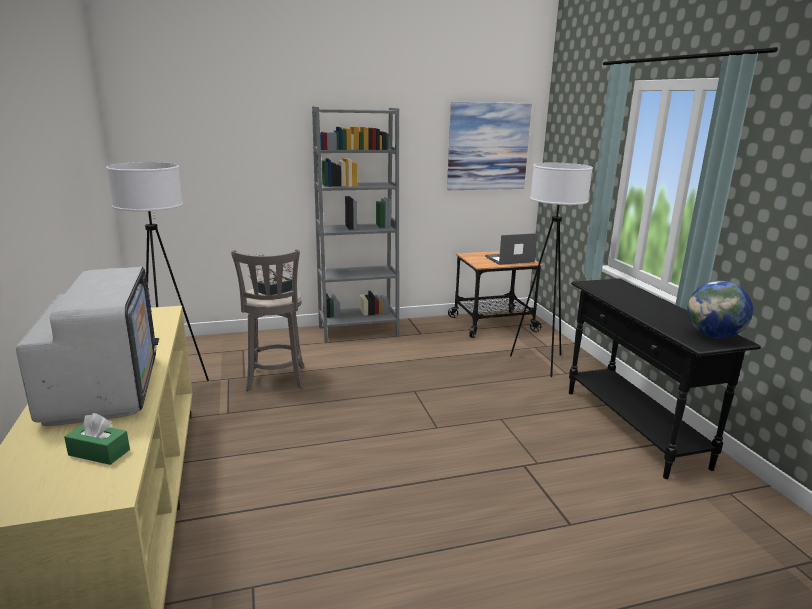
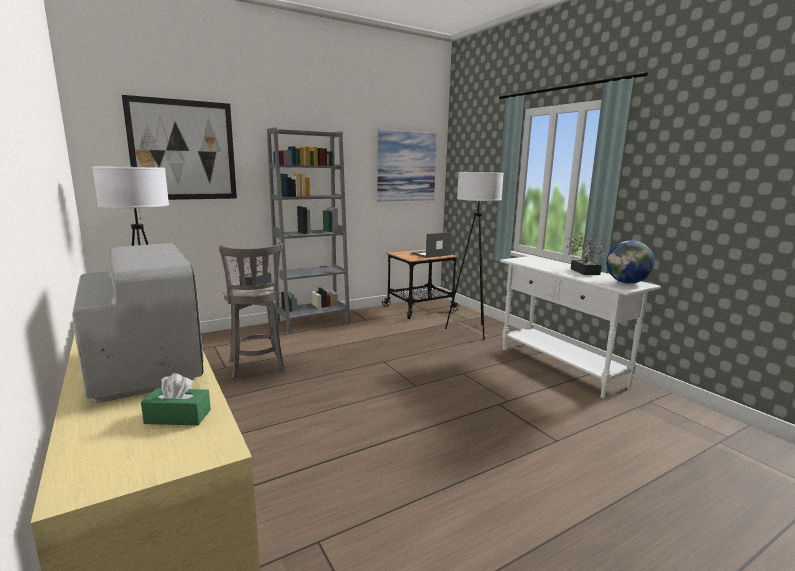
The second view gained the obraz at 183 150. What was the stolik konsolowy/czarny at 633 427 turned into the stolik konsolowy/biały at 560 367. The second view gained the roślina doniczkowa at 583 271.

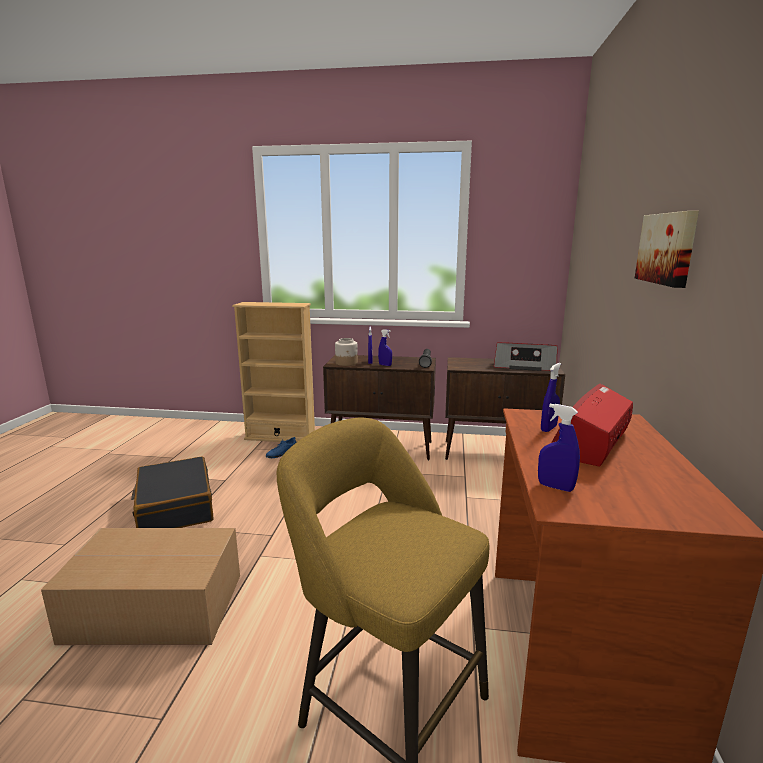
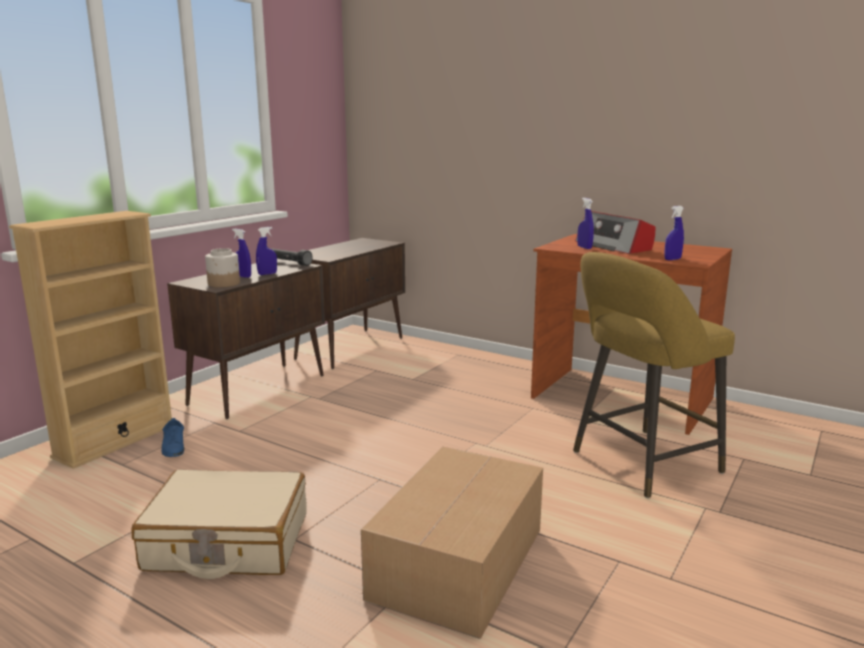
What was the walizka/czarny at 175 507 turned into the walizka/beżowy at 227 542. The second view lost the radio at 524 366. The second view lost the obraz at 668 248.

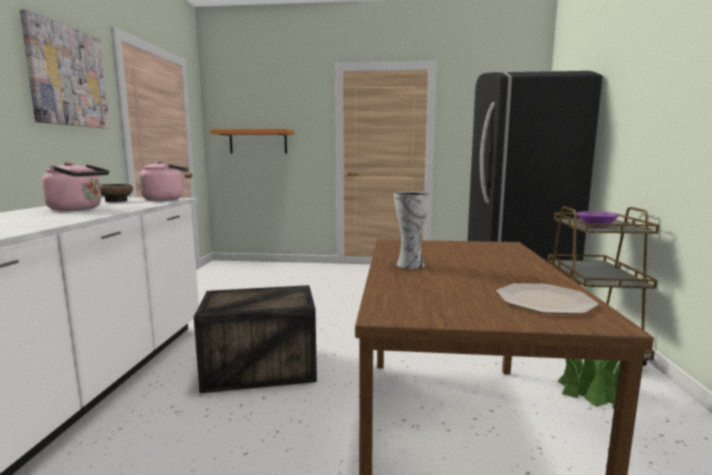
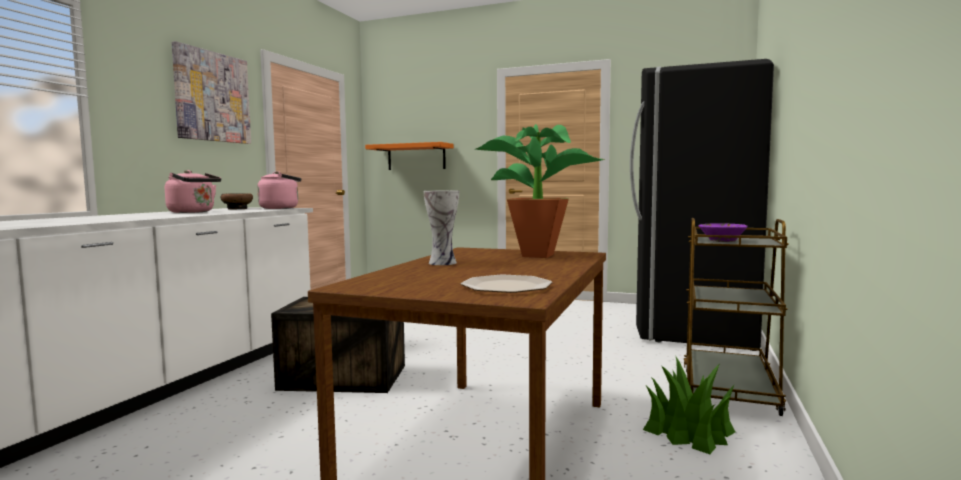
The second view gained the roślina doniczkowa at 532 255.

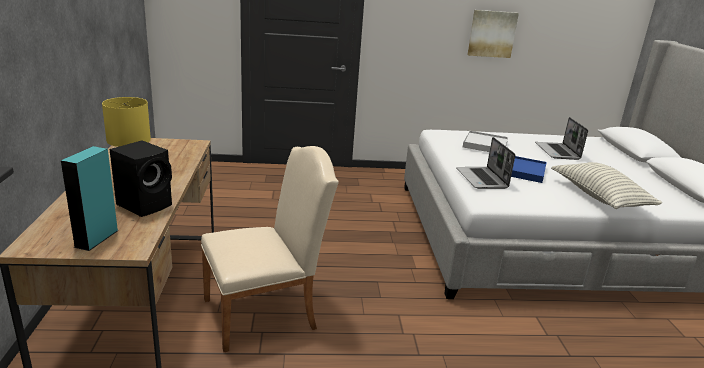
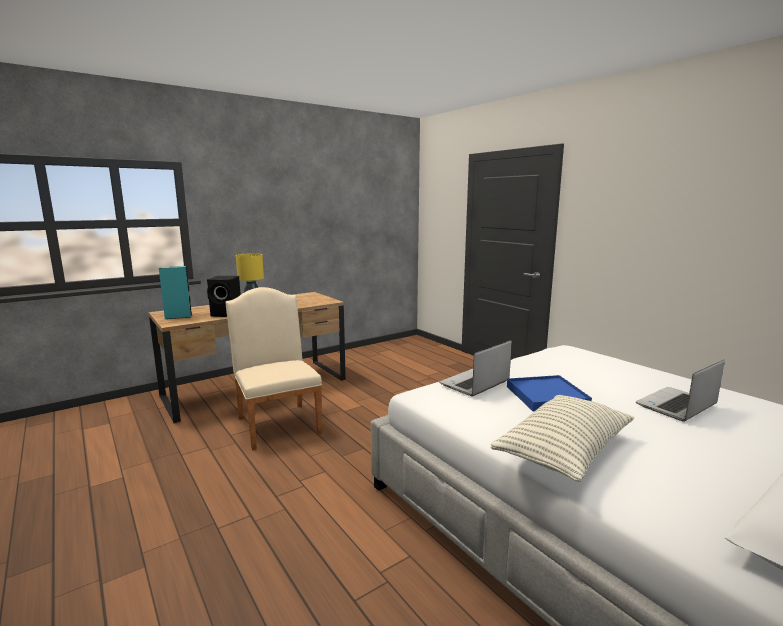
The krzesło/beżowy at 267 312 ended up facing another way, 150 degrees counterclockwise from before. The second view lost the taca/biały at 485 145. The second view lost the obraz at 492 34.

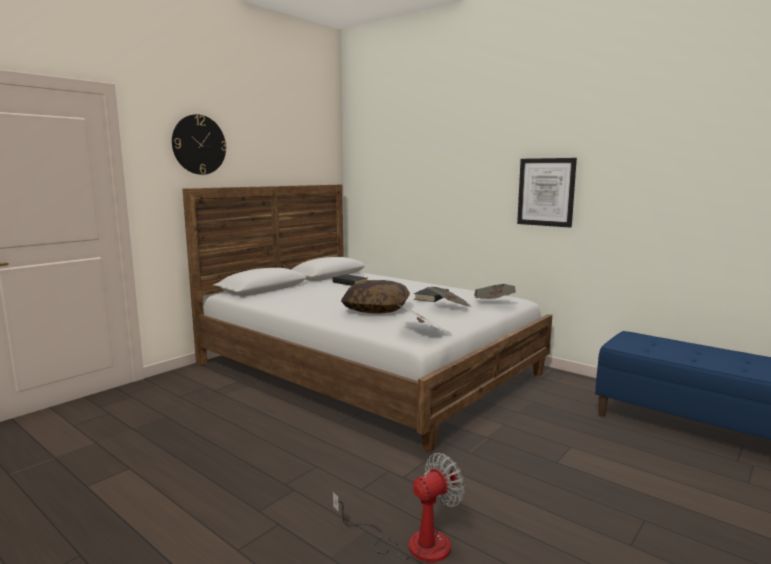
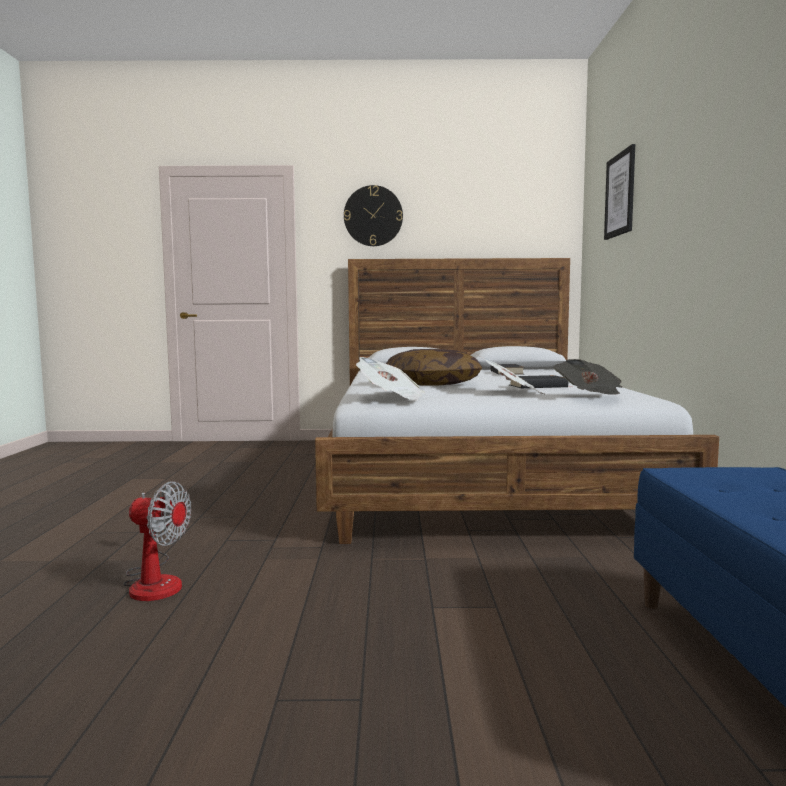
The obraz ended up elsewhere, having gone from 546 192 to 620 194.

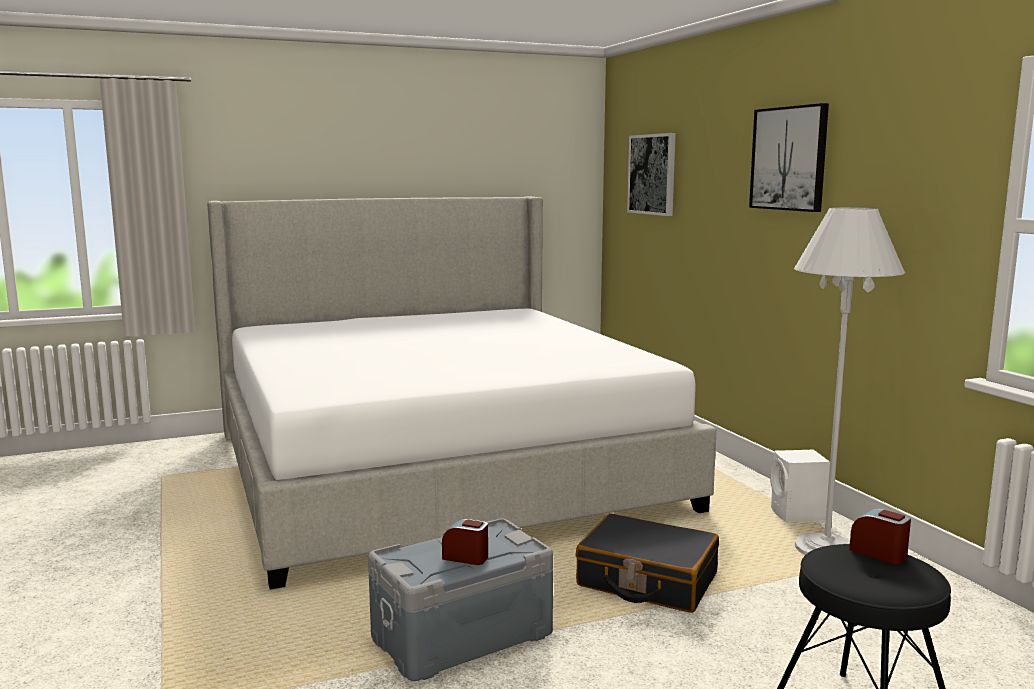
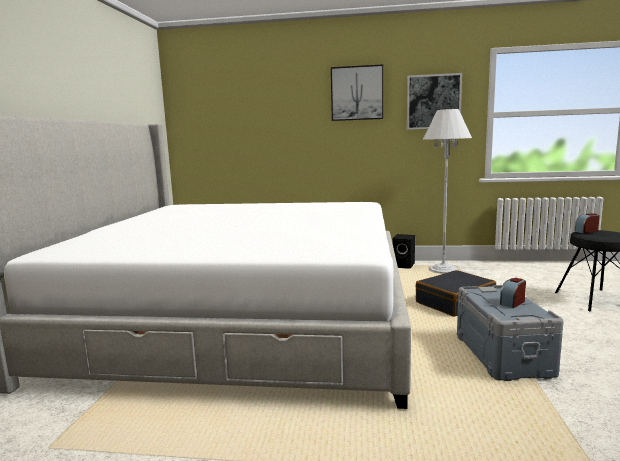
What was the głośnik/biały at 797 515 turned into the głośnik/czarny at 404 265. The obraz ended up elsewhere, having gone from 652 174 to 433 102.

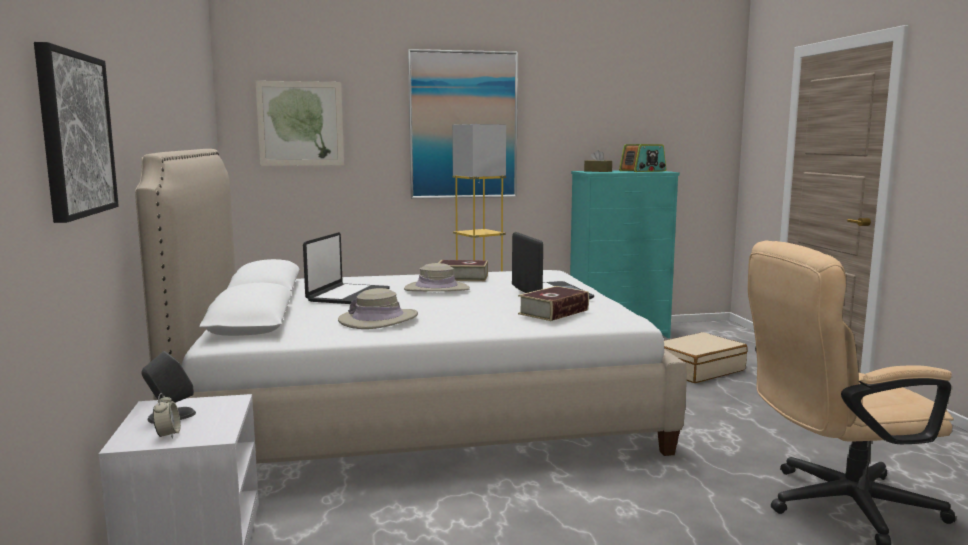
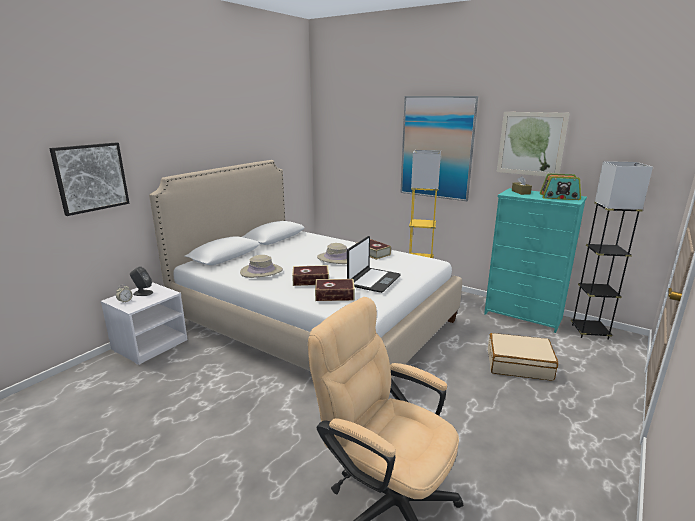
The second view gained the książka at 311 280. The obraz ended up elsewhere, having gone from 300 123 to 531 144. The second view gained the lampa stojąca/szary at 589 332. The second view lost the laptop at 348 295.

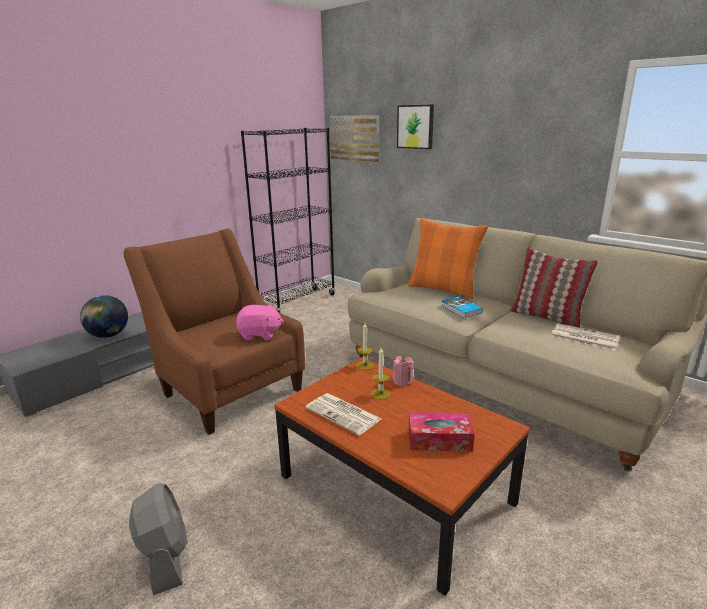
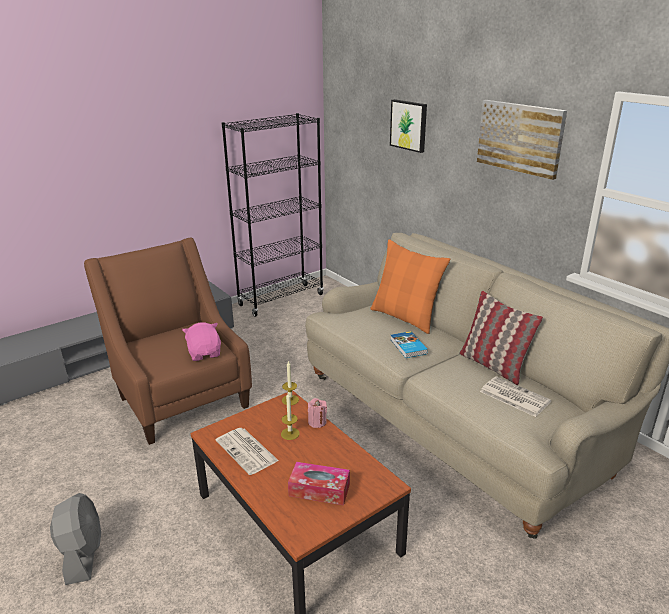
The pluszak/różowy at 259 335 ended up facing another way, 120 degrees counterclockwise from before. The obraz ended up elsewhere, having gone from 355 138 to 520 137. The second view lost the globus at 108 335.

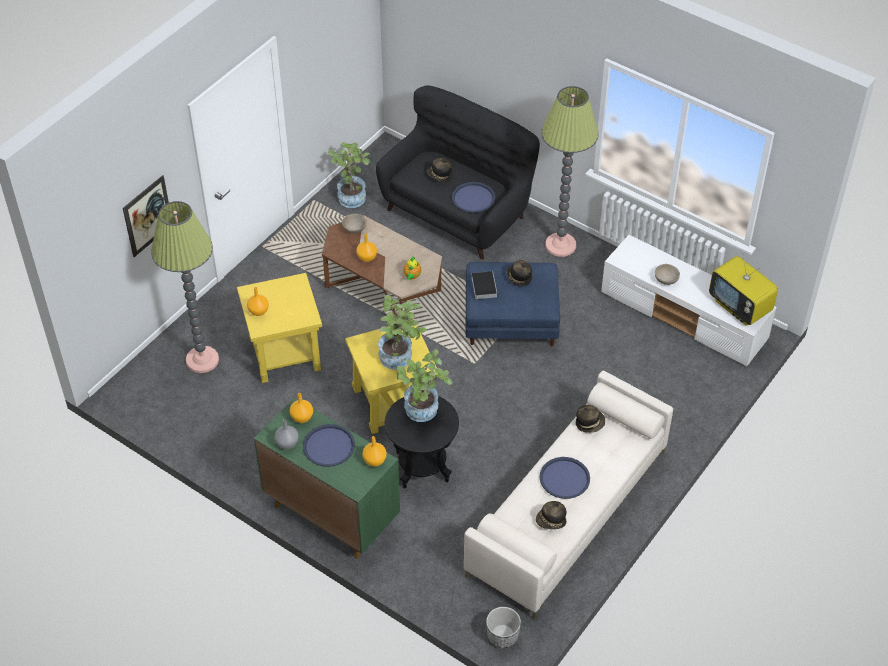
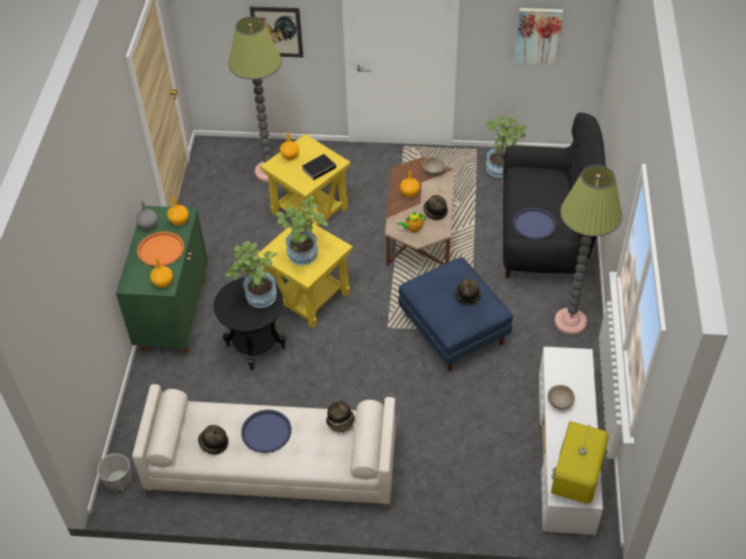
What was the taca/niebieski at 329 446 turned into the taca/pomarańczowy at 161 249. The książka ended up elsewhere, having gone from 483 286 to 319 168. The kapelusz ended up elsewhere, having gone from 439 176 to 435 211. The second view gained the obraz at 538 35.

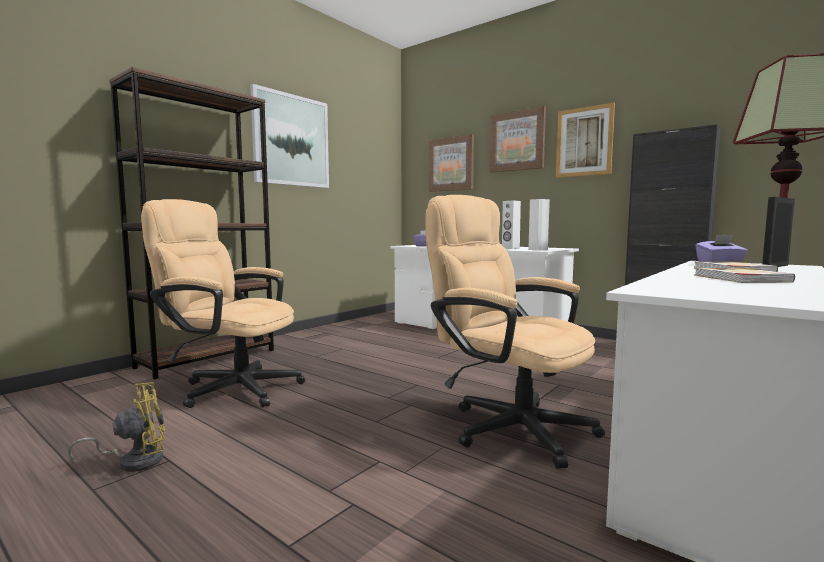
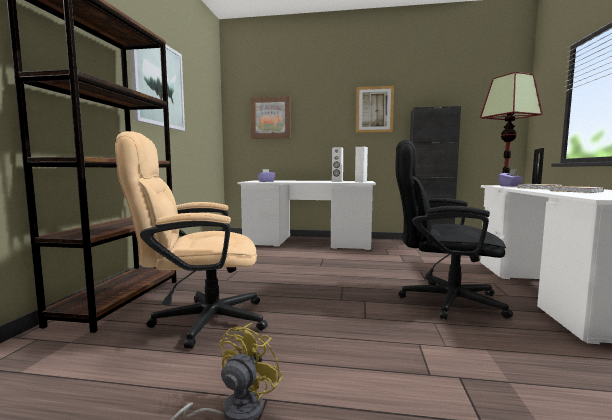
What was the krzesło biurowe/beżowy at 508 425 turned into the krzesło biurowe/czarny at 441 300. The second view lost the obraz at 517 141.

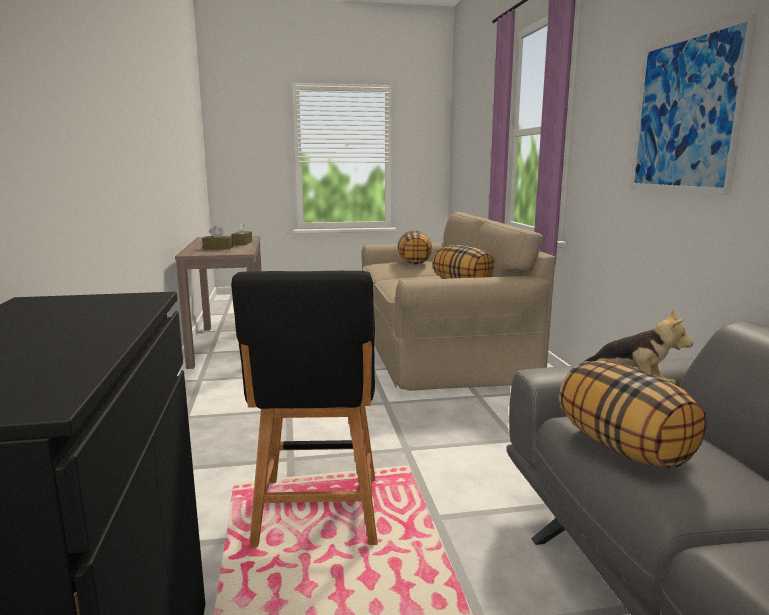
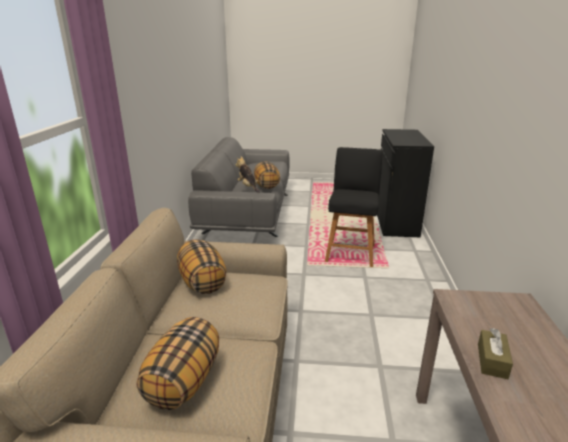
The second view lost the pudełko chusteczek/brązowy at 218 248. The second view lost the obraz at 685 114.

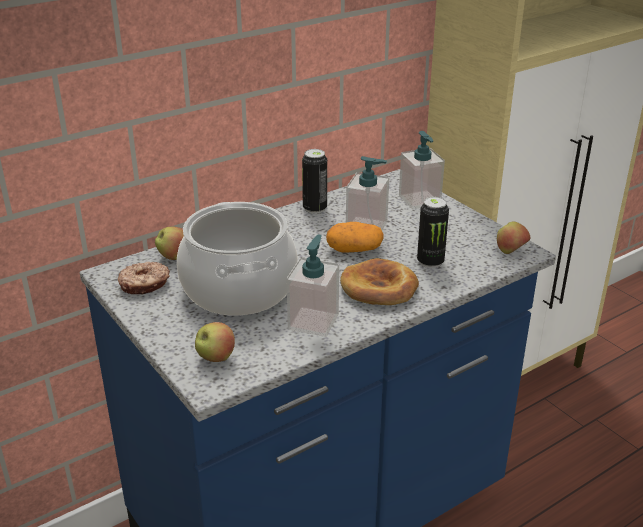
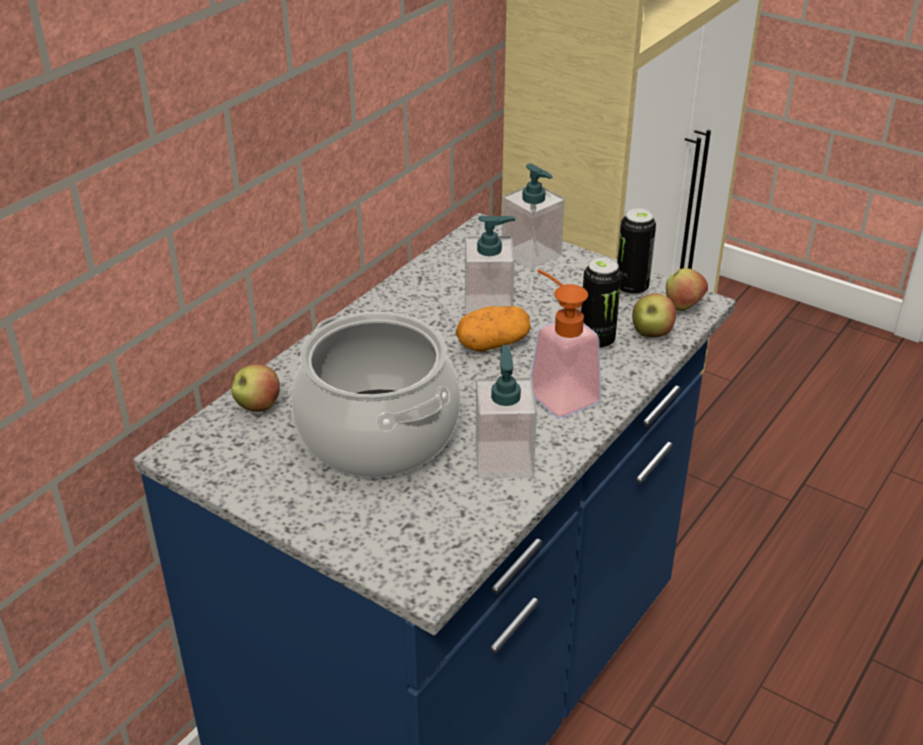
Where the chleb stood at 379 288, the dozownik mydła came to stand at 556 392. The puszka ended up elsewhere, having gone from 314 208 to 631 288. The jabłko ended up elsewhere, having gone from 216 358 to 651 334. The second view lost the donut at 144 285.

